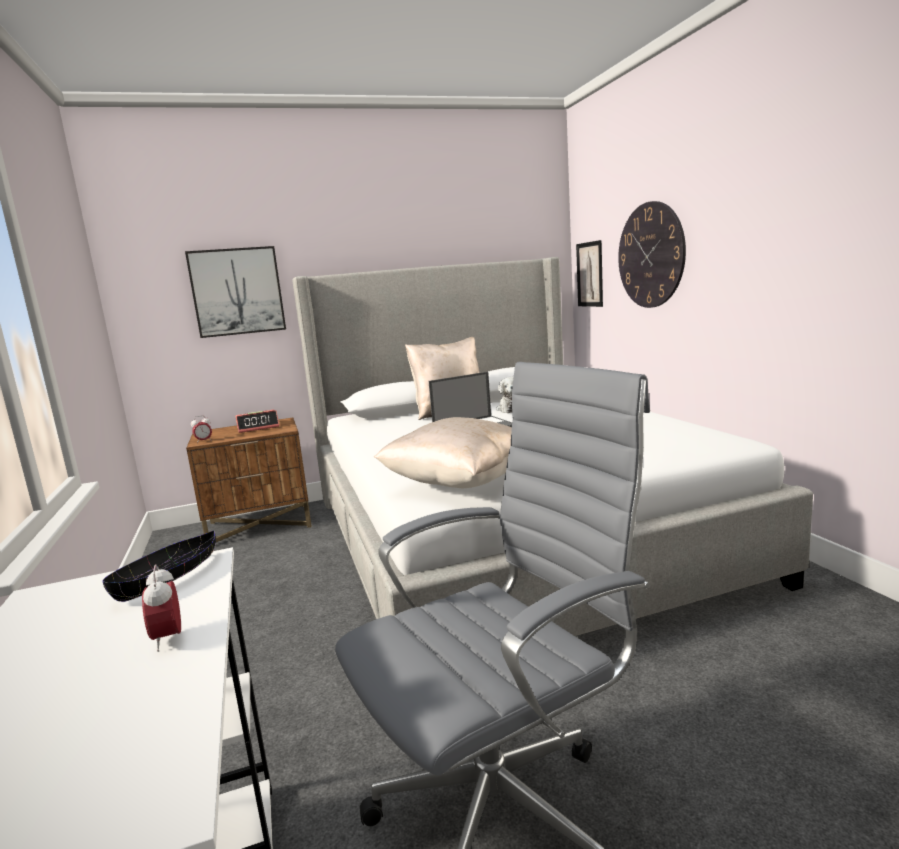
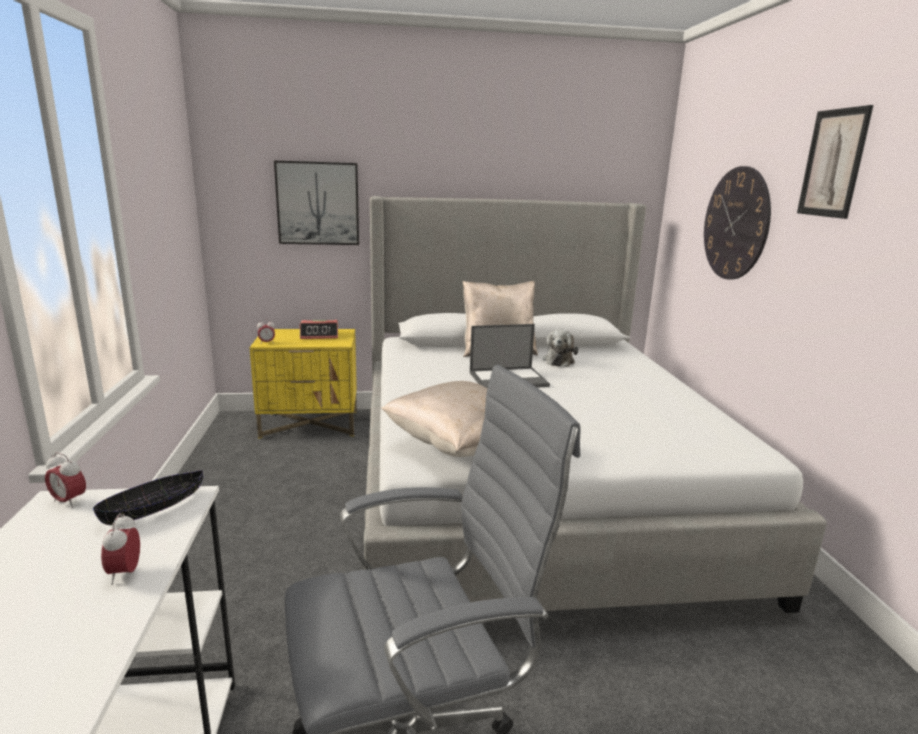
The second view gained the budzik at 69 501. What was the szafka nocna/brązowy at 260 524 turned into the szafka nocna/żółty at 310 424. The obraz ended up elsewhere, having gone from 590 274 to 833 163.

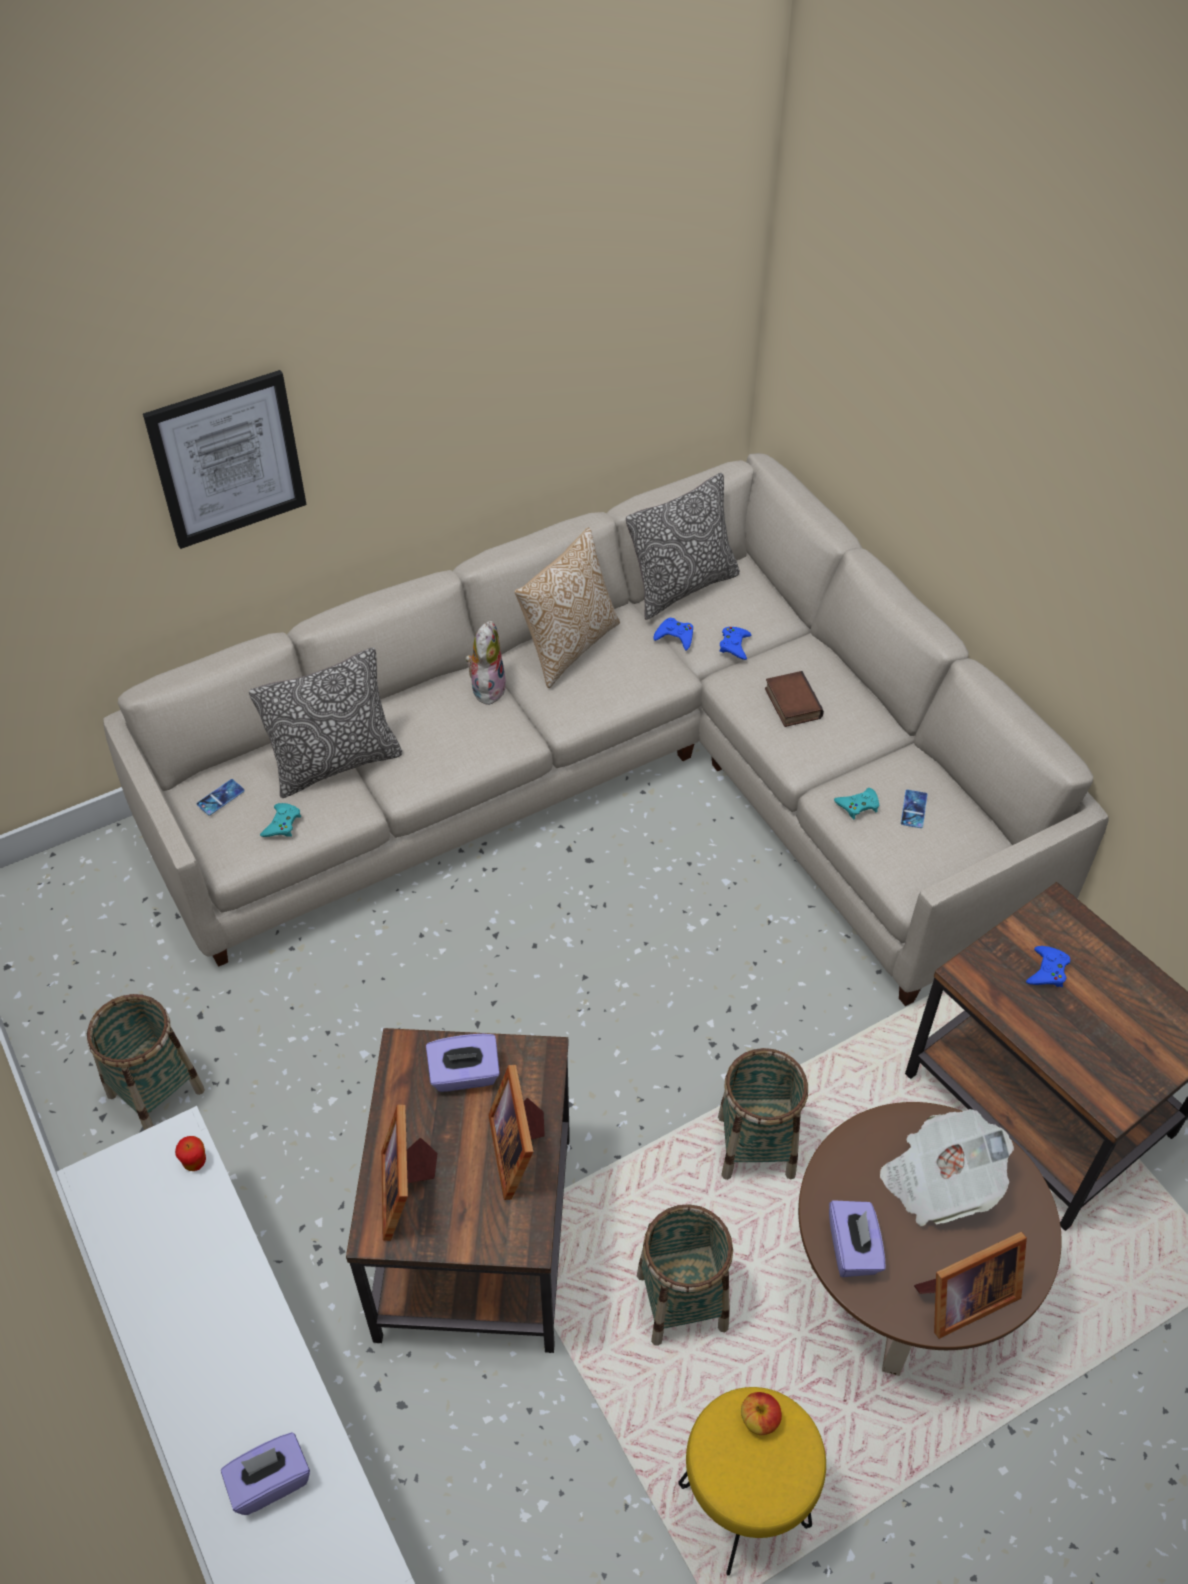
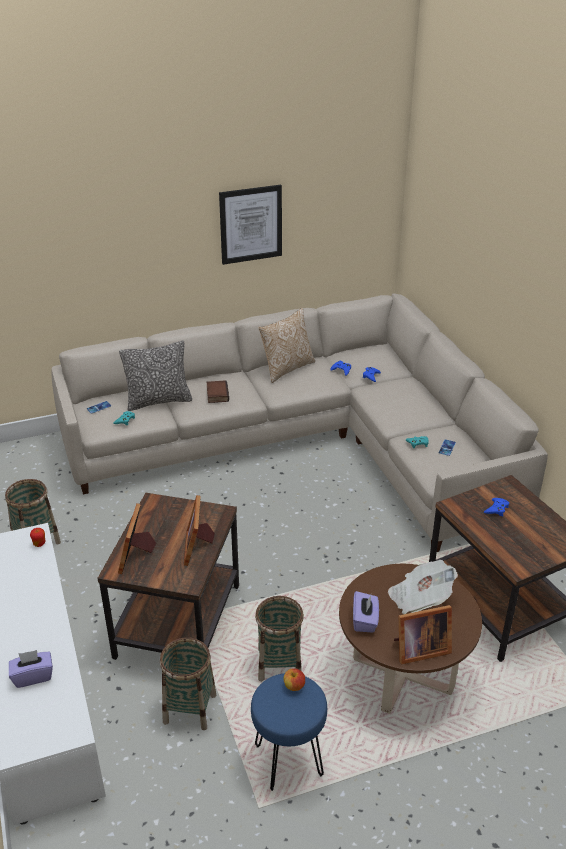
The koszyk ended up elsewhere, having gone from 755 1146 to 189 708. The książka ended up elsewhere, having gone from 791 703 to 216 394. The obraz ended up elsewhere, having gone from 227 459 to 251 224. What was the stołek/żółty at 745 1507 turned into the stołek/niebieski at 289 762. The second view lost the pudełko chusteczek/fioletowy at 464 1075. The second view lost the pluszak at 487 687. The second view lost the poduszka at 682 587.

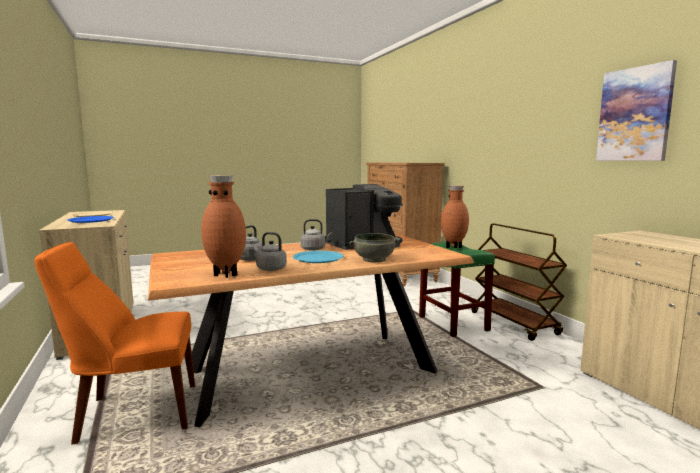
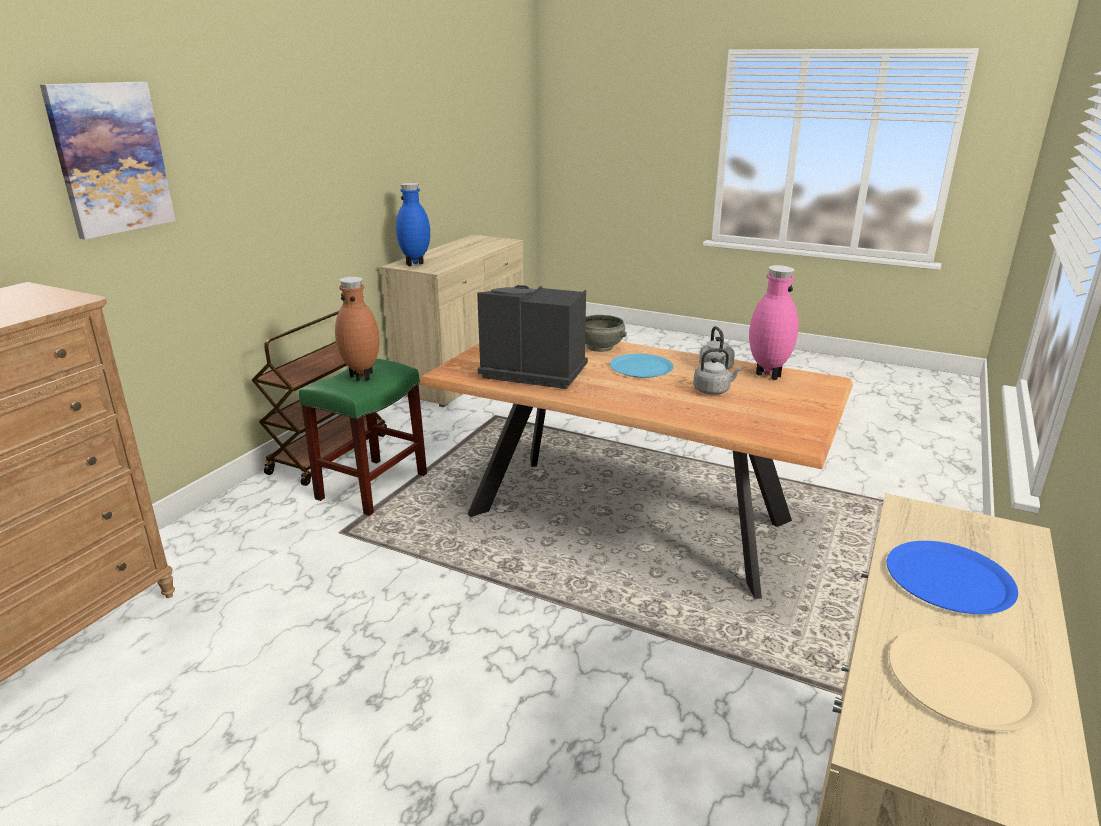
The obraz ended up elsewhere, having gone from 634 114 to 111 158. The second view gained the wazon/niebieski at 416 264. What was the wazon/brązowy at 226 274 turned into the wazon/różowy at 766 375. The second view lost the krzesło/pomarańczowy at 133 413. The second view lost the czajnik/szary at 314 249.

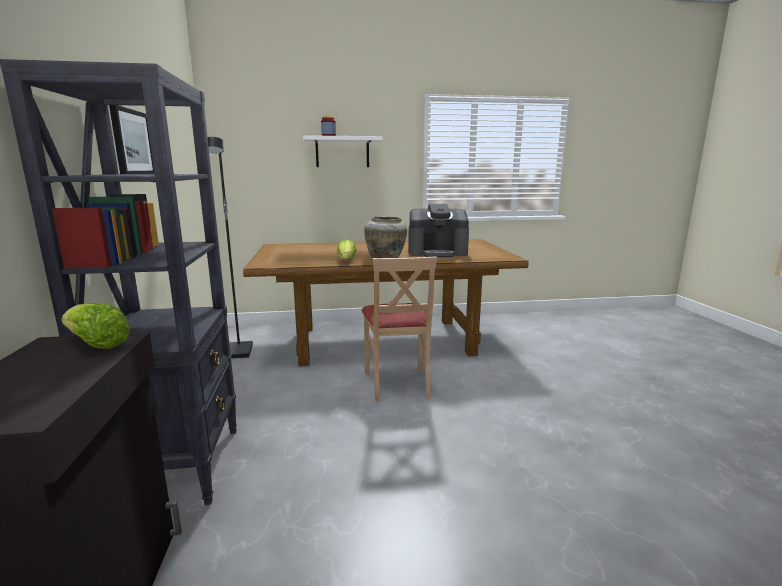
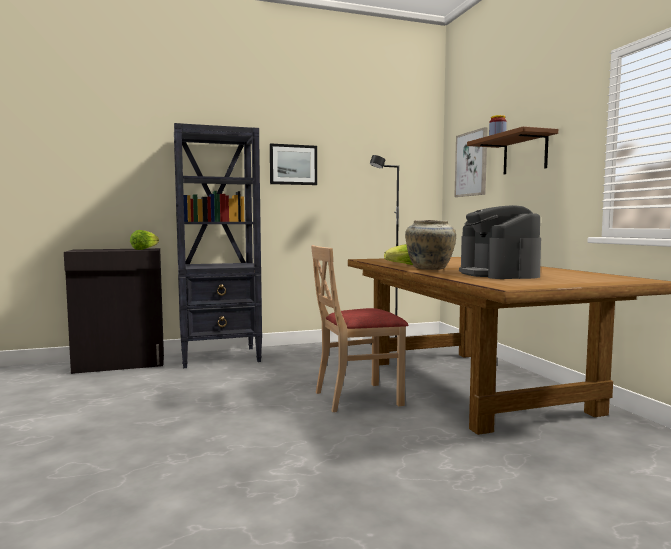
The second view gained the obraz at 471 164. What was the półka/biały at 342 152 turned into the półka/brązowy at 525 154.

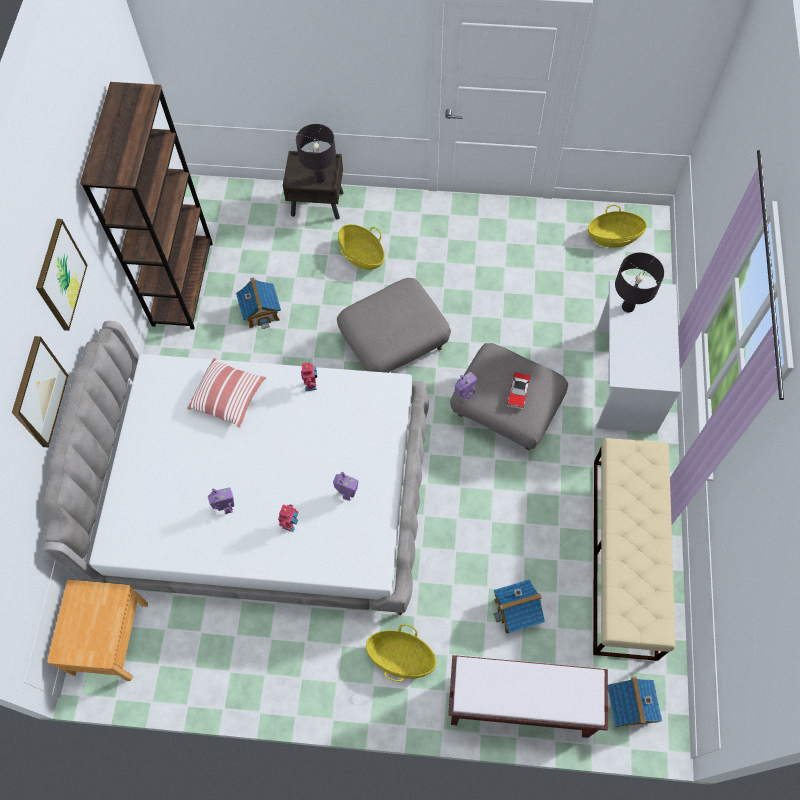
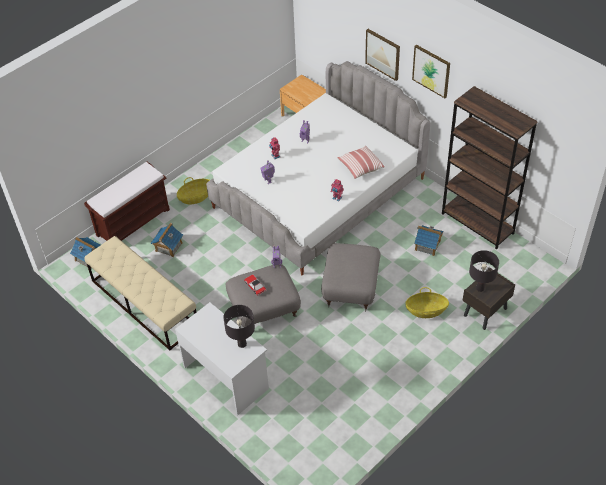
The second view lost the koszyk at 613 237.

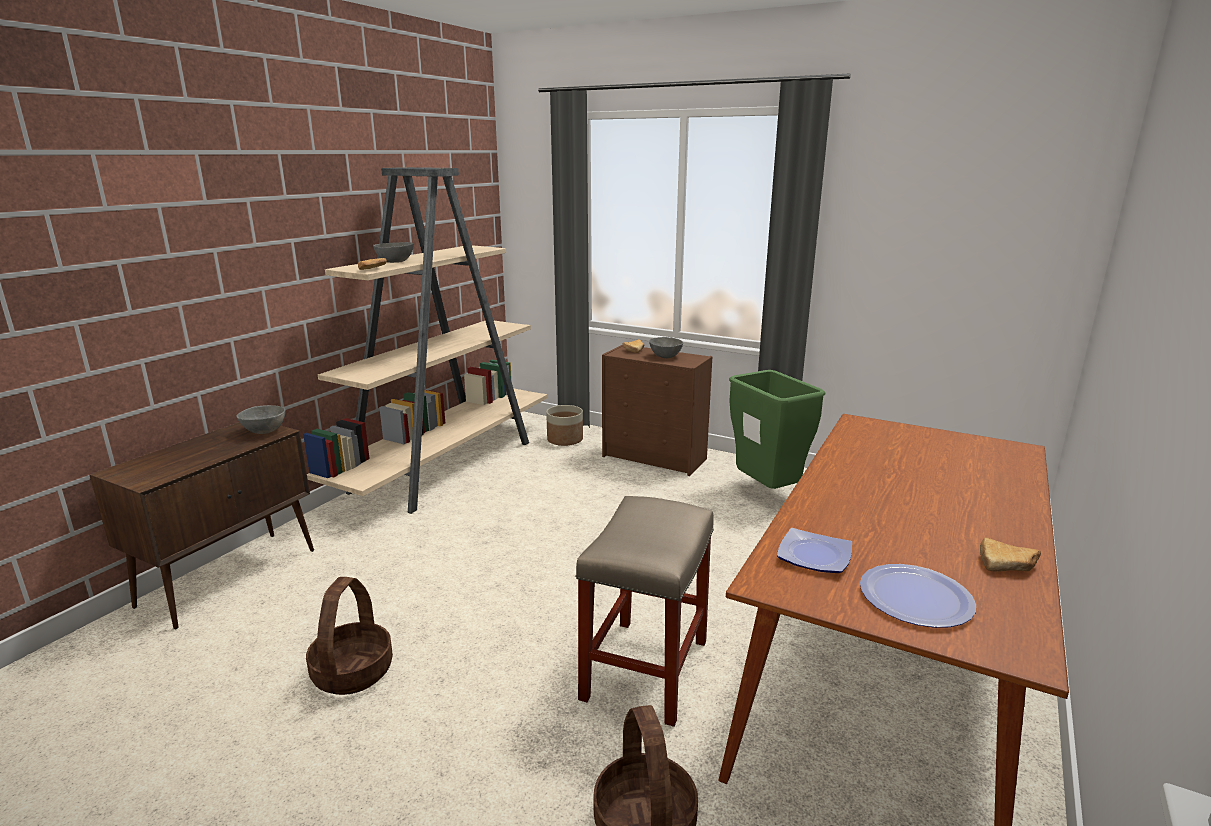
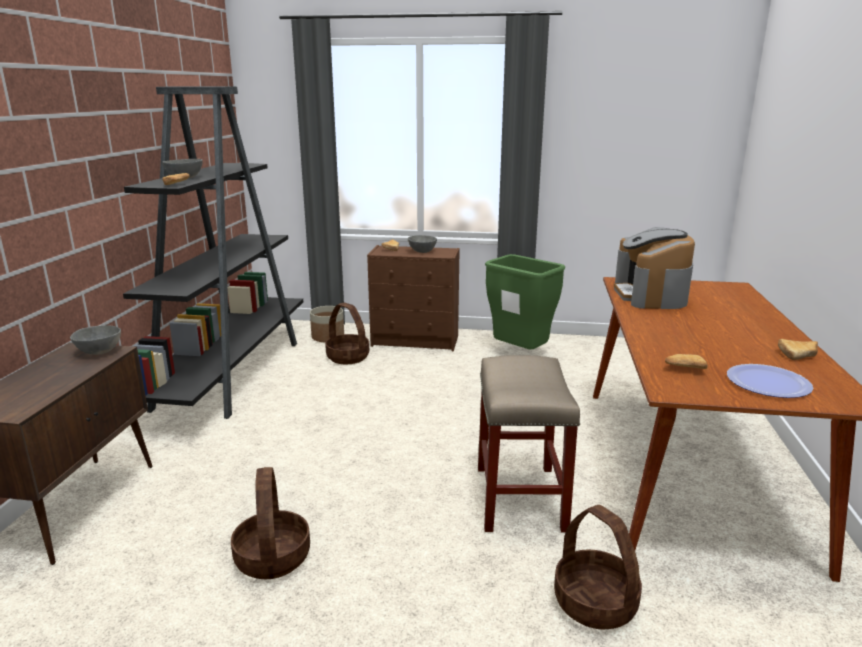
What was the regał/beżowy at 446 465 turned into the regał/czarny at 231 373. The second view gained the koszyk at 348 357. The second view gained the ekspres do kawy at 650 295. Where the talerz stood at 815 555, the chleb came to stand at 683 369.

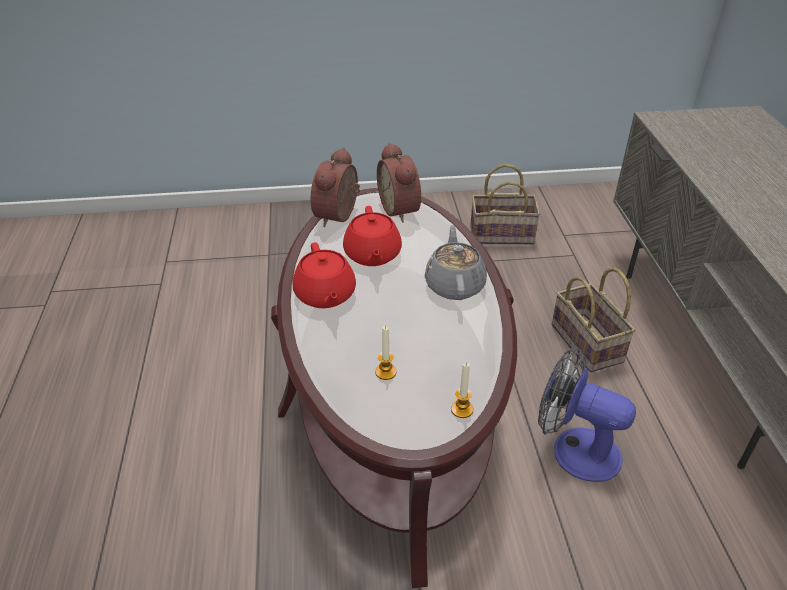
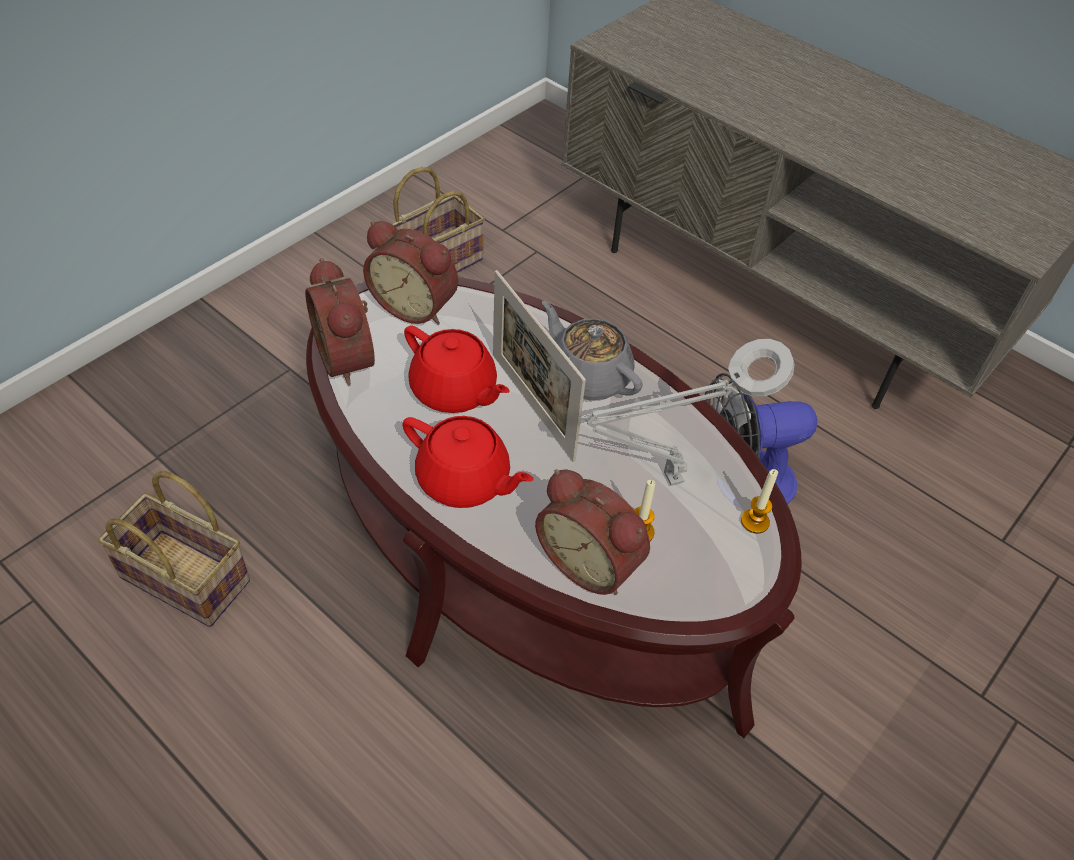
The koszyk ended up elsewhere, having gone from 589 344 to 189 578. The second view gained the ramka na zdjęcie at 532 405. The second view gained the budzik at 591 561. The second view gained the lampa stołowa/szary at 667 480.

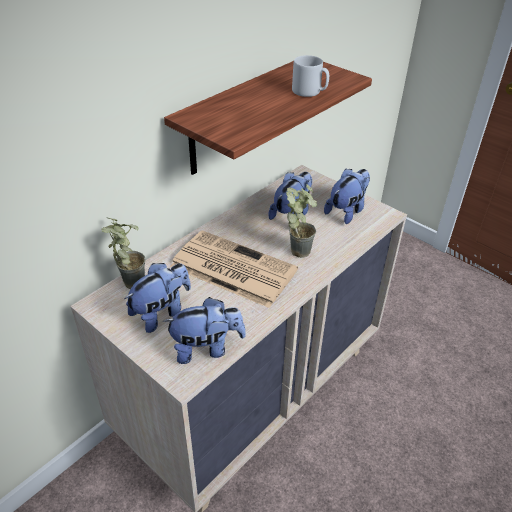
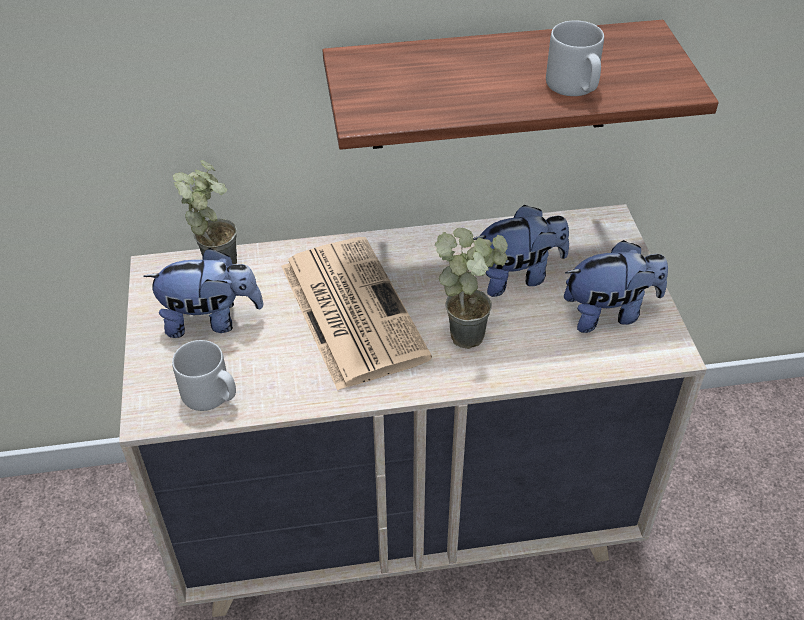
Where the pluszak stood at 206 348, the kubek/szary came to stand at 211 395.

